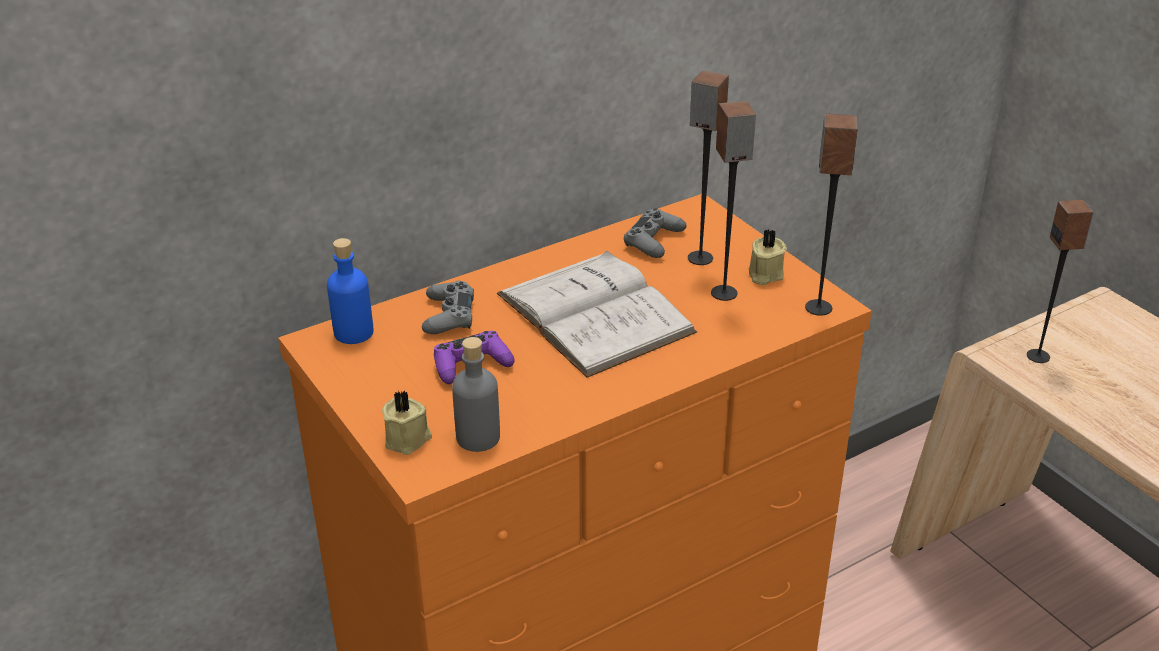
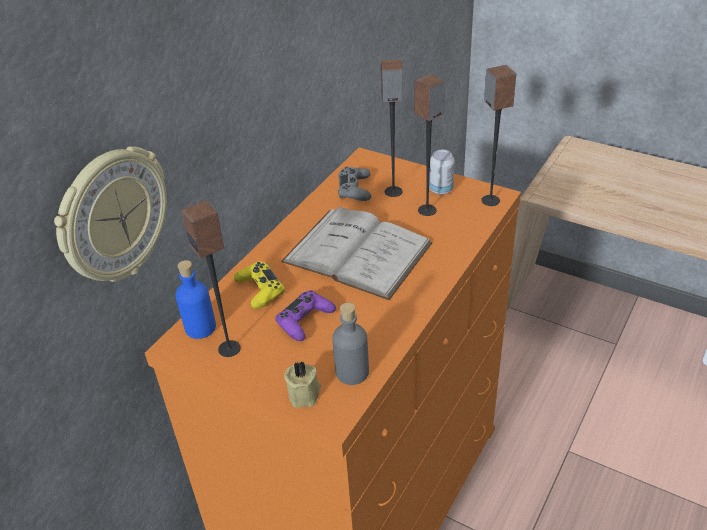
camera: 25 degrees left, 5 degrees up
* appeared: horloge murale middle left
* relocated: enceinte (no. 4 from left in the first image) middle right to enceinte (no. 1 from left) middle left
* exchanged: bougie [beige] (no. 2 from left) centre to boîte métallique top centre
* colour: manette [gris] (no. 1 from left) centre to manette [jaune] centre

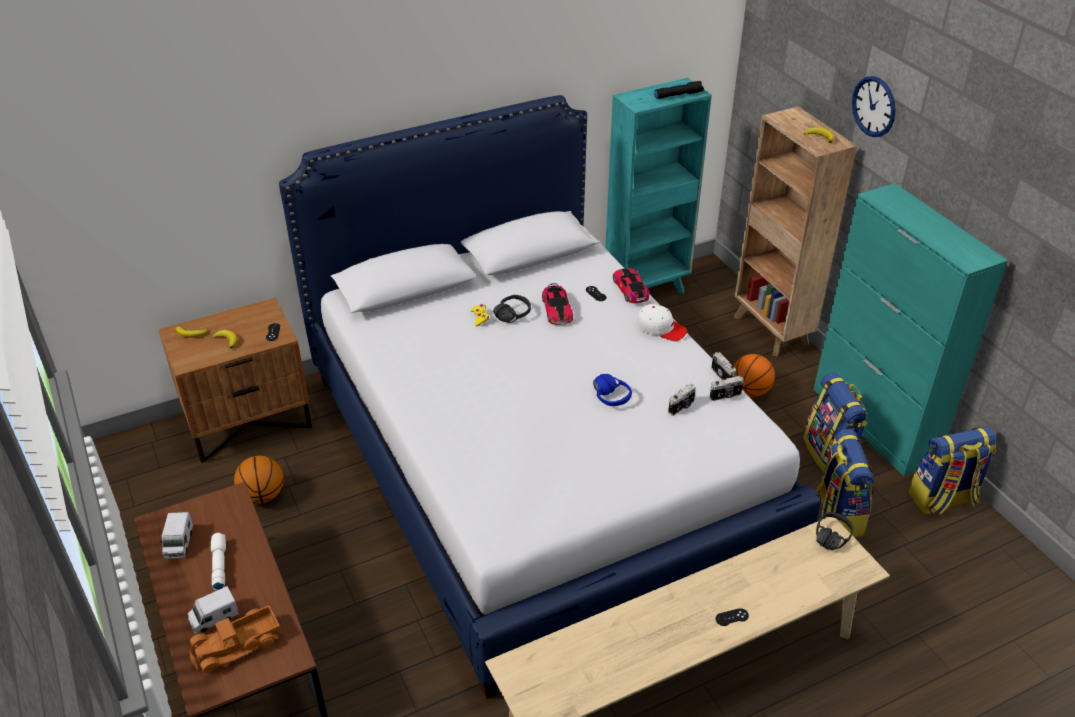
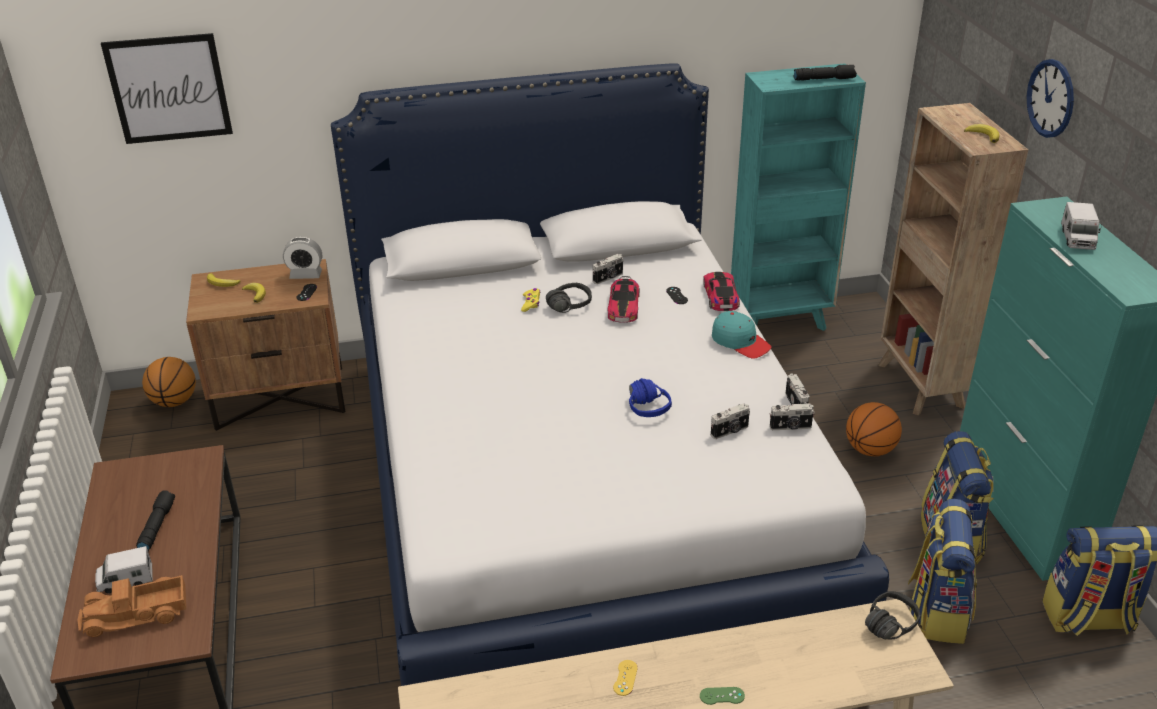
camera: 15 degrees right, 5 degrees down
* appeared: tableau top left
* appeared: réveil middle left
* appeared: appareil photo (no. 1 from left) centre
* appeared: manette [jaune] (no. 2 from left) bottom centre
* relocated: camion jouet (no. 1 from left in the first image) bottom left to camion jouet (no. 3 from left) top right
* relocated: ballon de basket (no. 1 from left) bottom left to middle left
* colour: lampe de poche [blanc] bottom left to lampe de poche [noir] (no. 1 from left) bottom left
* colour: casquette [blanc] centre to casquette [turquoise] centre
* colour: manette [noir] (no. 3 from left) bottom right to manette [vert] bottom centre

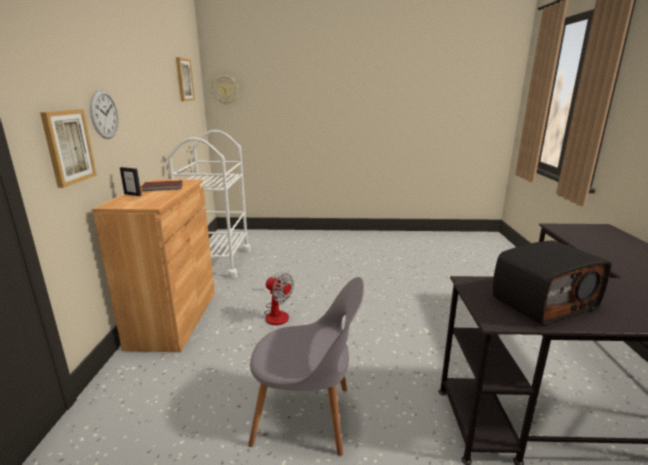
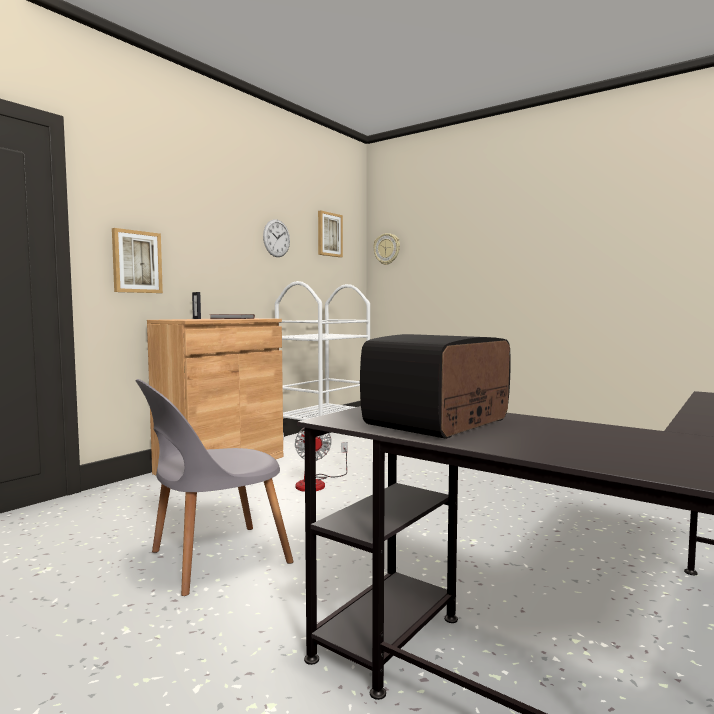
camera: 35 degrees right, 15 degrees down
* relocated: horloge murale (no. 1 from left) top left to centre
* spun: chaise [gris] bottom centre = bottom left 105 degrees clockwise
* spun: radio middle right = centre 120 degrees clockwise

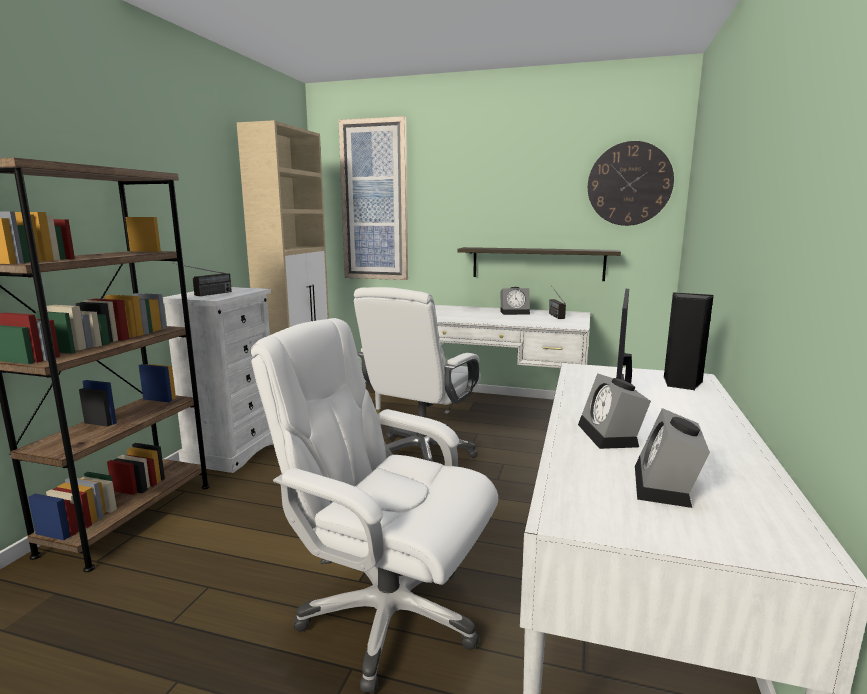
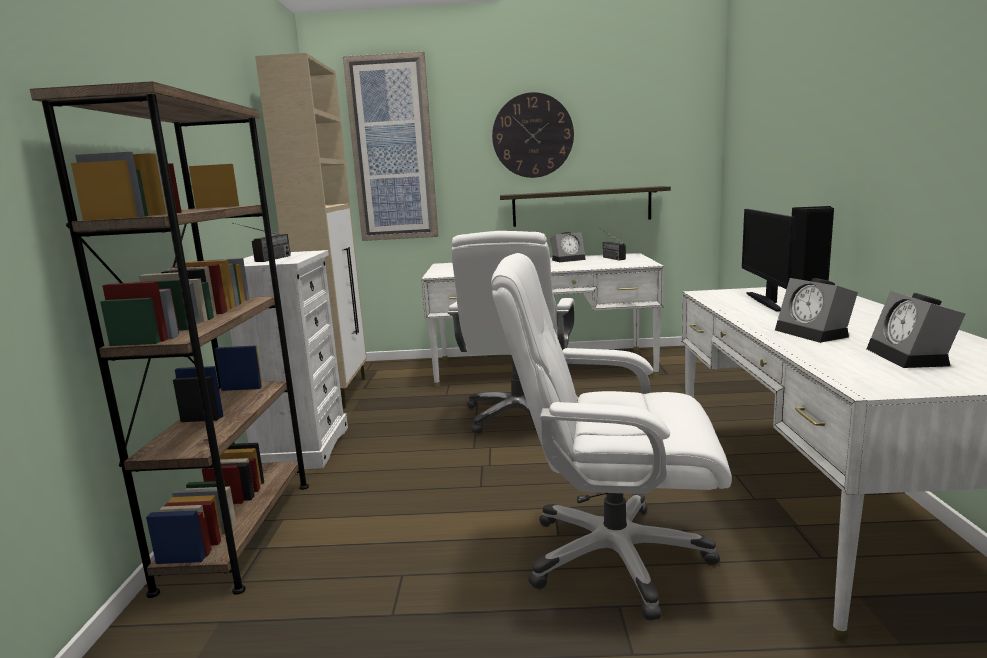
camera: 15 degrees left, 0 degrees up
* relocated: horloge murale top right to top centre

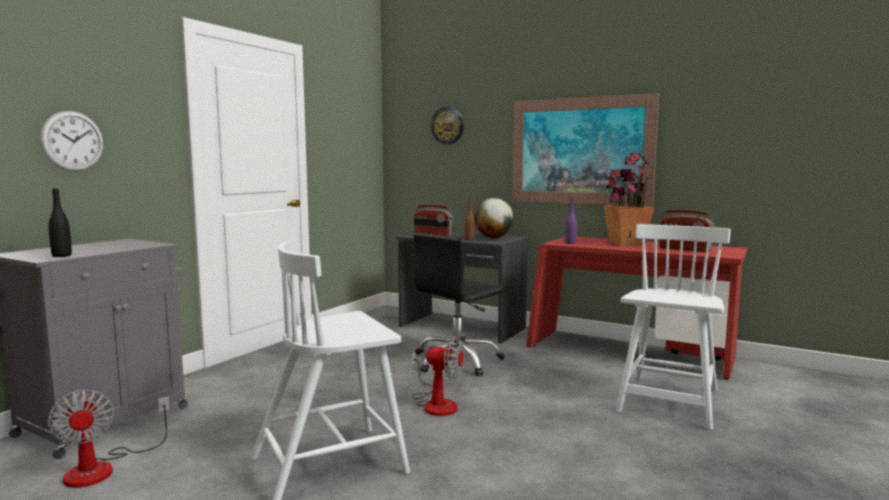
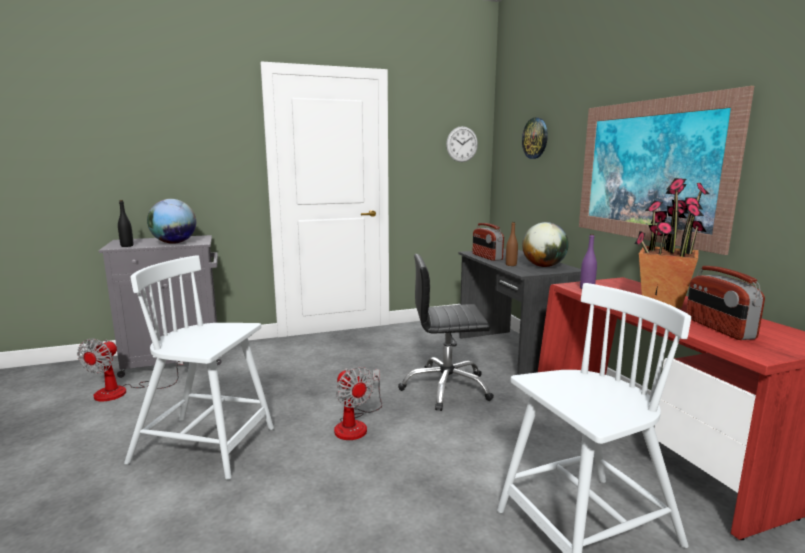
camera: 40 degrees right, 5 degrees up
* appeared: globe (no. 1 from left) middle left
* relocated: horloge murale (no. 1 from left) top left to top centre

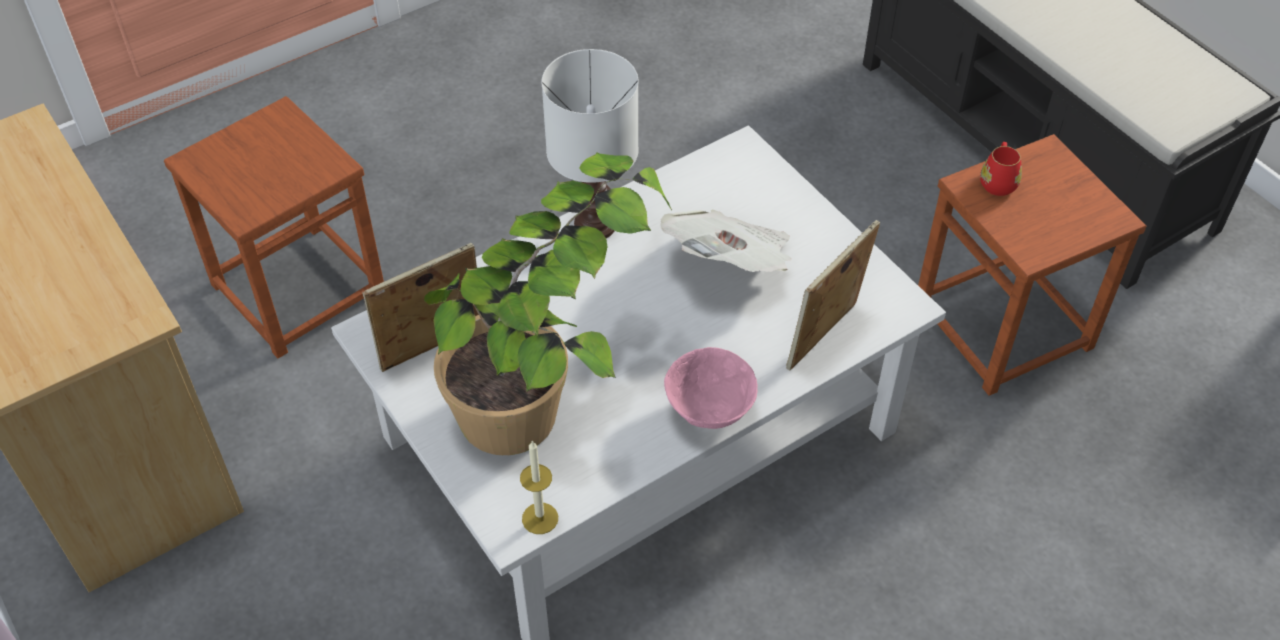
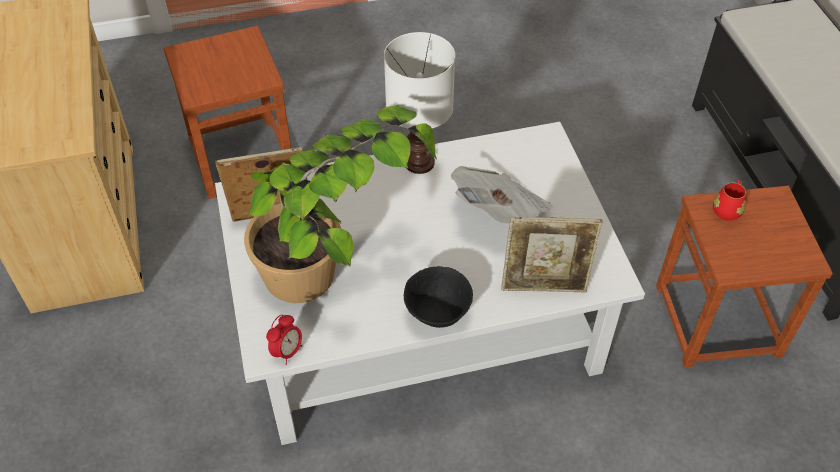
camera: 20 degrees right, 0 degrees up
* exchanged: bougie bottom centre to réveil bottom centre
* colour: bol [rose] centre to bol [noir] centre
* spun: cadre photo (no. 2 from left) centre = centre 150 degrees counterclockwise

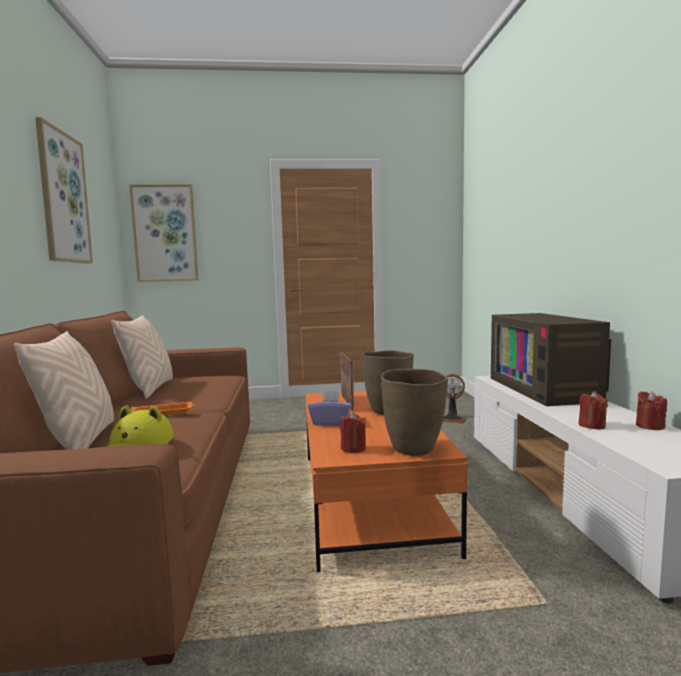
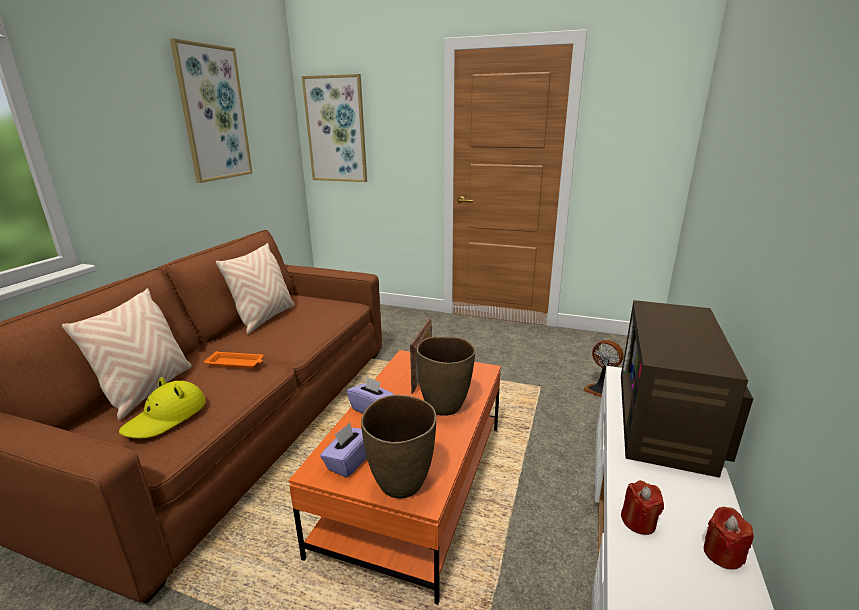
camera: 25 degrees right, 15 degrees up
* exchanged: bougie [rouge] (no. 1 from left) centre to boîte à mouchoirs [violet] (no. 1 from left) bottom centre

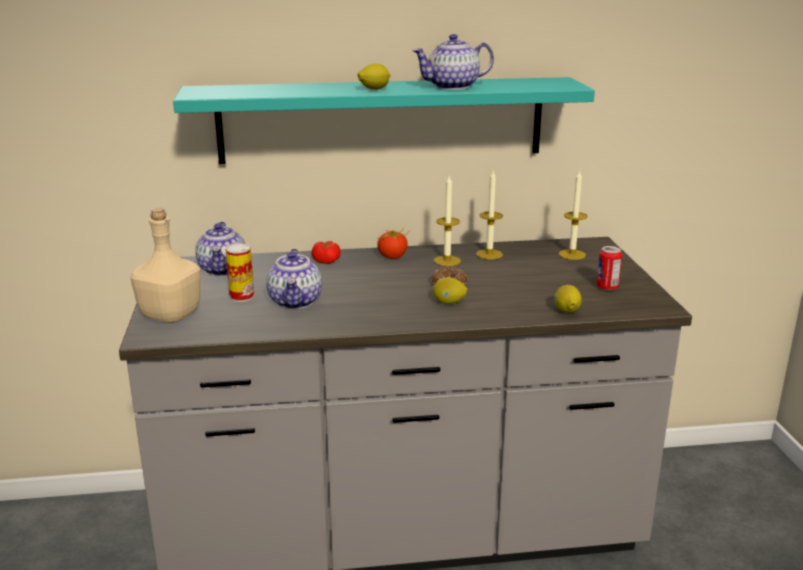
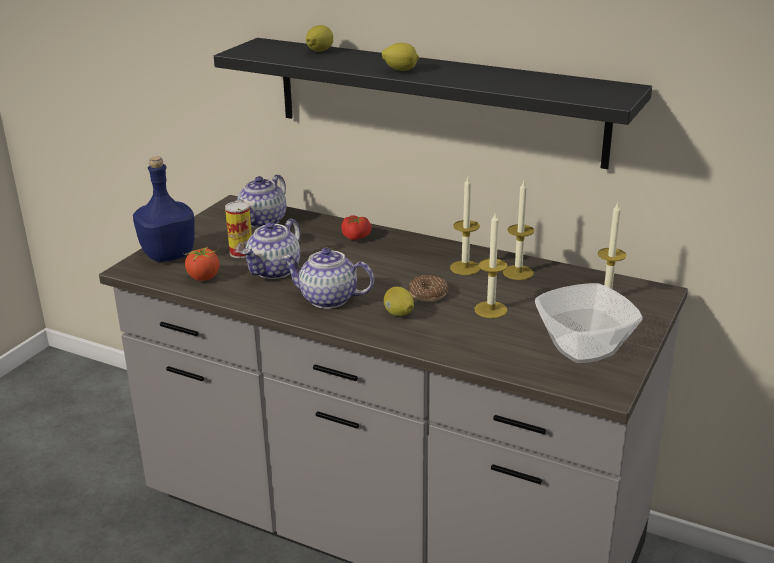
camera: 35 degrees right, 5 degrees up
* appeared: bougie (no. 2 from left) centre
* relocated: tomate (no. 2 from left in the first image) centre to tomate (no. 1 from left) middle left
* relocated: théière (no. 3 from left) top centre to centre
* relocated: citron (no. 3 from left in the first image) middle right to citron (no. 1 from left) top centre
* exchanged: boîte métallique (no. 2 from left) middle right to bol middle right
* colour: bouteille [beige] middle left to bouteille [bleu] middle left
* colour: étagère [turquoise] top centre to étagère [noir] top centre

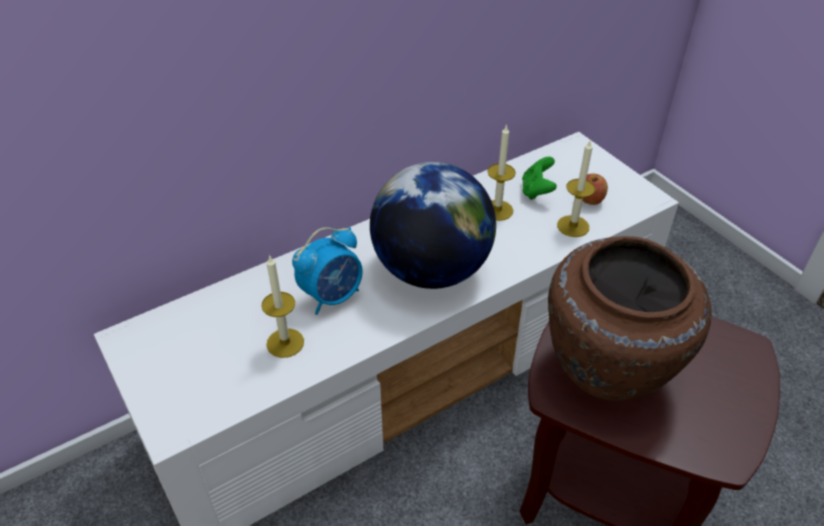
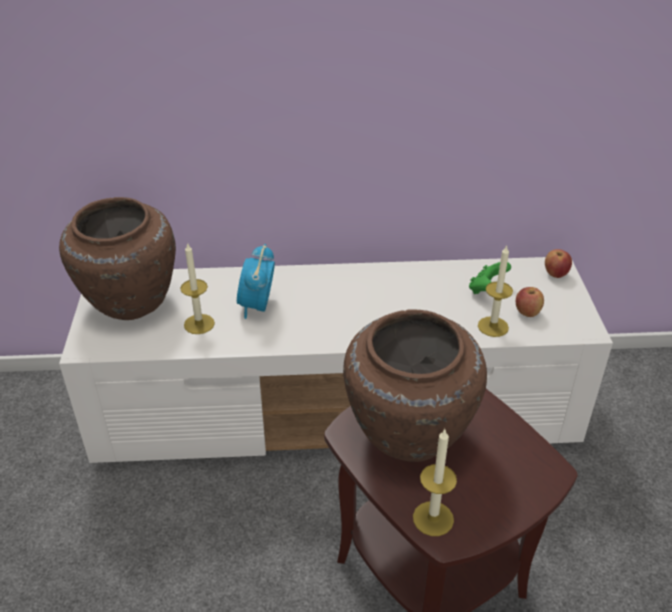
camera: 30 degrees right, 5 degrees down
* missing: globe centre
* appeared: vase [marron] (no. 1 from left) middle left
* appeared: pomme (no. 2 from left) middle right
* relocated: bougie (no. 2 from left) top centre to bottom centre
* spun: réveil centre = centre 105 degrees clockwise

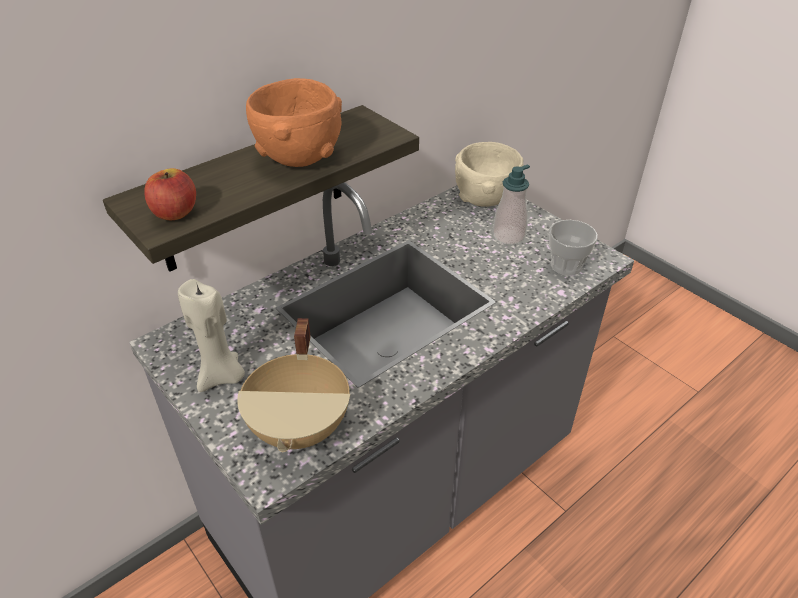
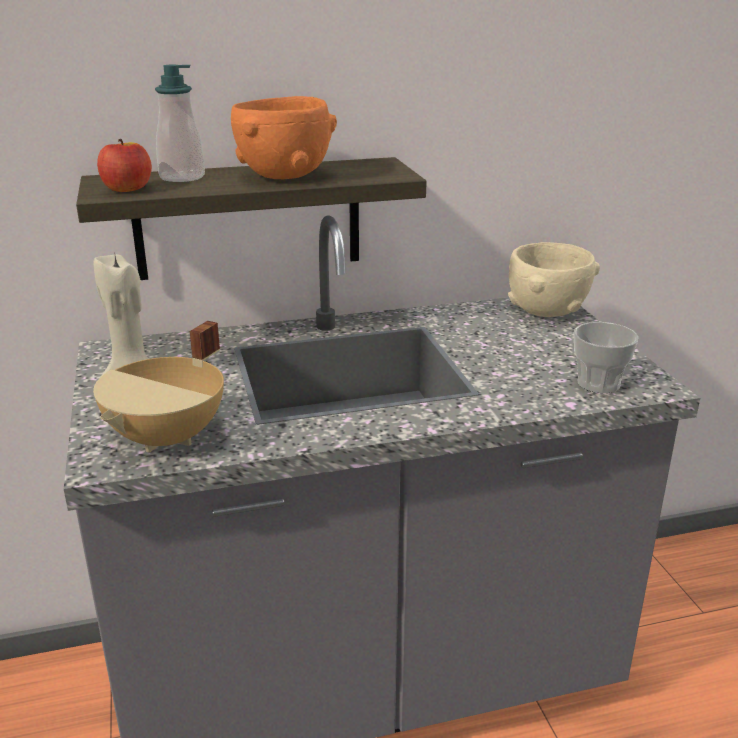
camera: 25 degrees right, 15 degrees down
* relocated: distributeur de savon centre to top left

